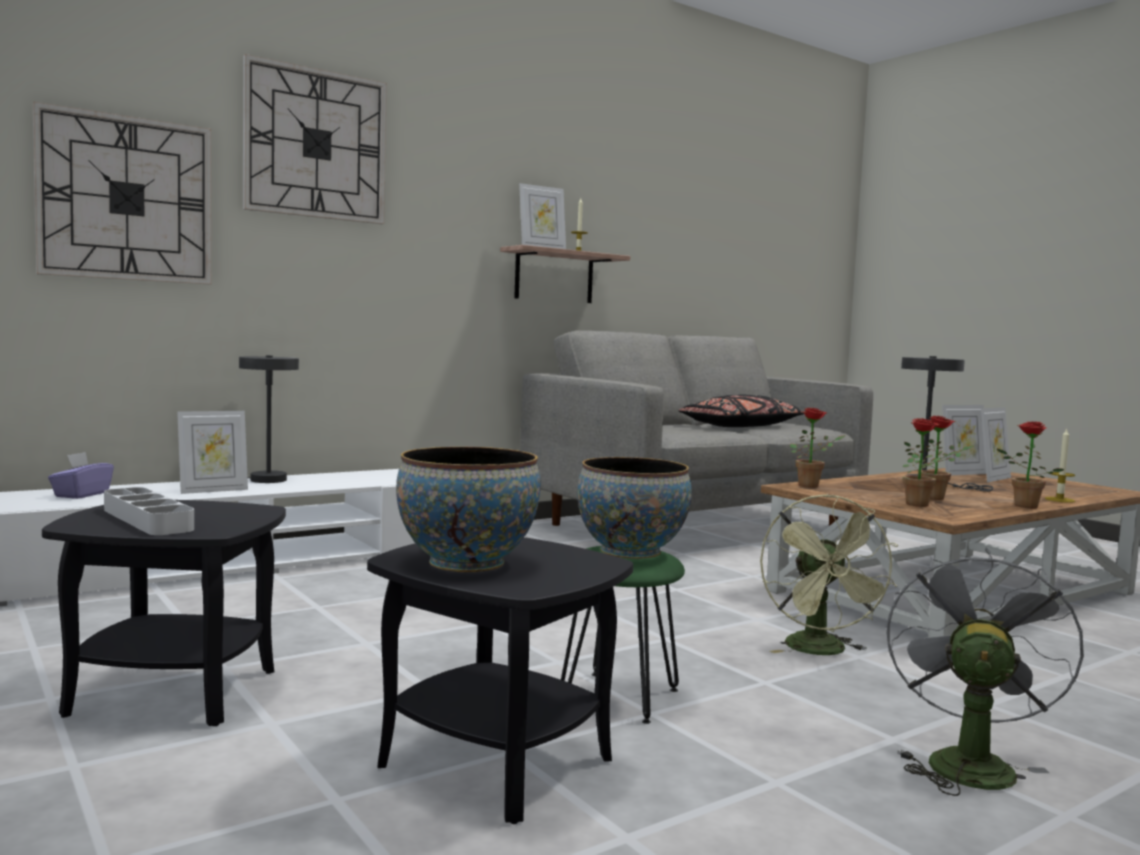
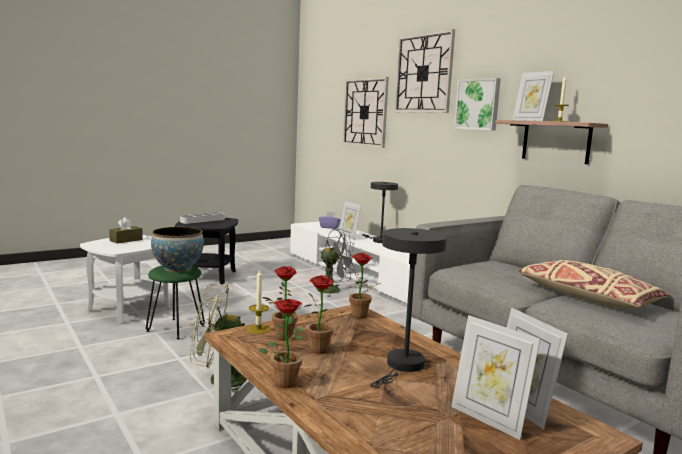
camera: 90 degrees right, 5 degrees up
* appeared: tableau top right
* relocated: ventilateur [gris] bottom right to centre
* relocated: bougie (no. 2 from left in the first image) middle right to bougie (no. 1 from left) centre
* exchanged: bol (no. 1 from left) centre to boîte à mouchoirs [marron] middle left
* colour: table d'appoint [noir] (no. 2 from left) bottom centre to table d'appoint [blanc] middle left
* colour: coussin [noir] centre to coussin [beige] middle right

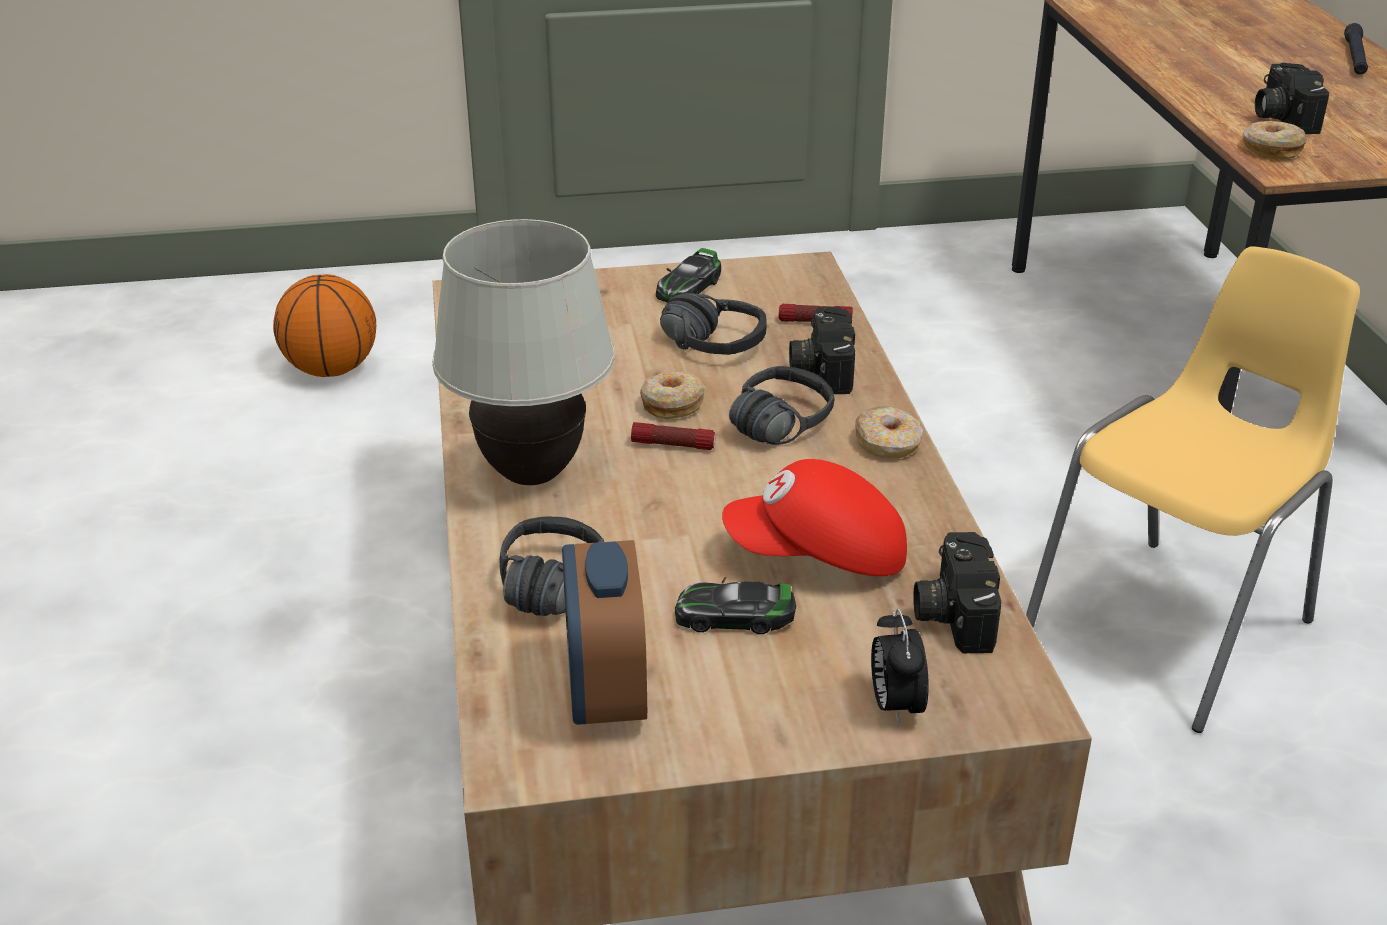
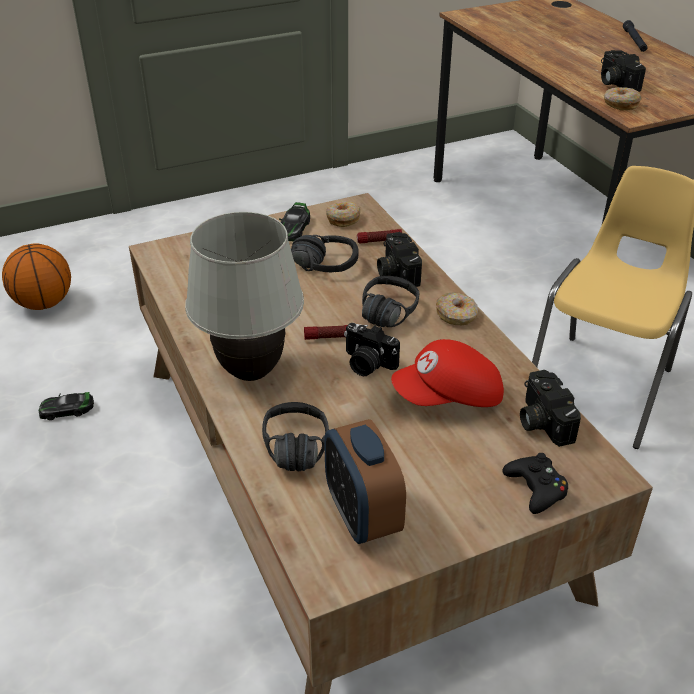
camera: 15 degrees left, 5 degrees up
* appeared: appareil photo (no. 1 from left) centre
* relocated: beignet (no. 1 from left) centre to top centre
* relocated: petite voiture (no. 2 from left in the first image) centre to petite voiture (no. 1 from left) middle left
* exchanged: réveil (no. 2 from left) bottom centre to manette [noir] bottom right

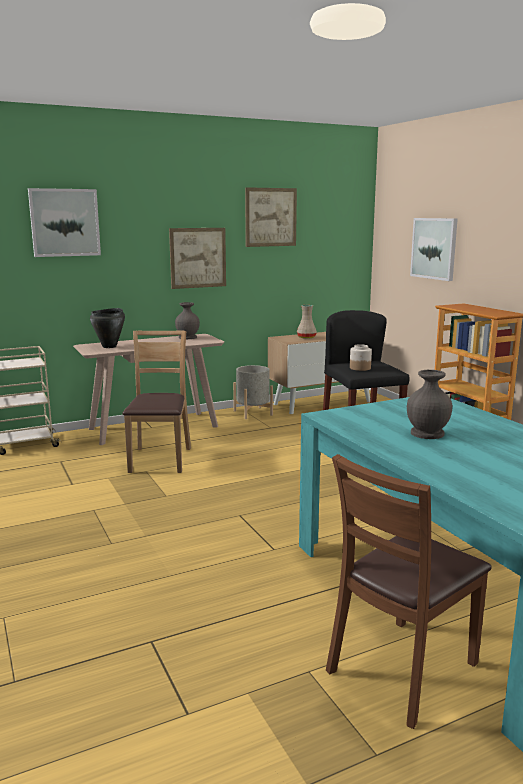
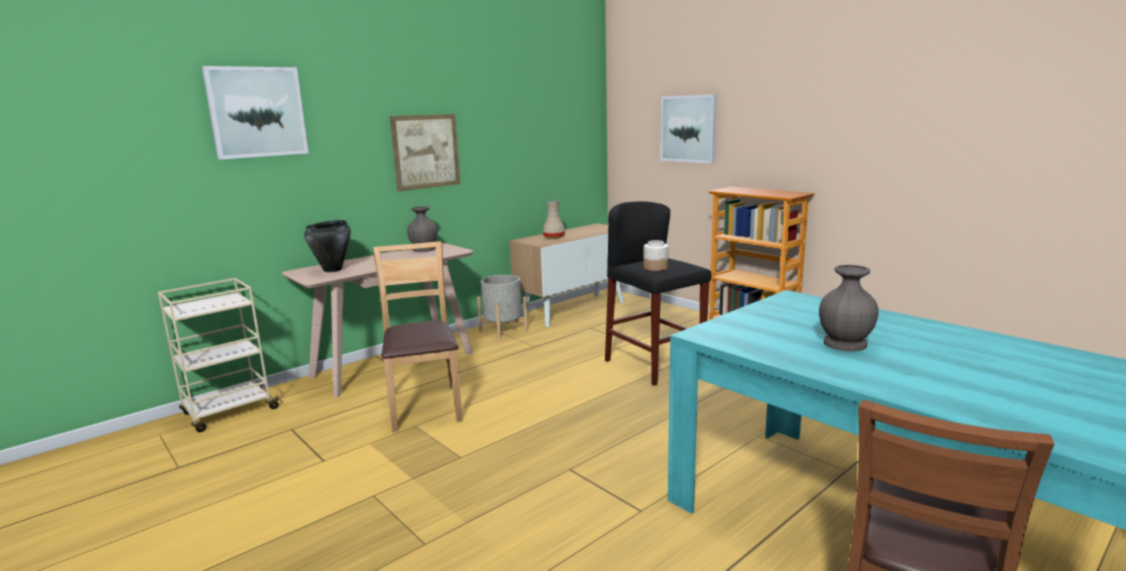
camera: 15 degrees left, 0 degrees up
* missing: tableau (no. 3 from left) top centre

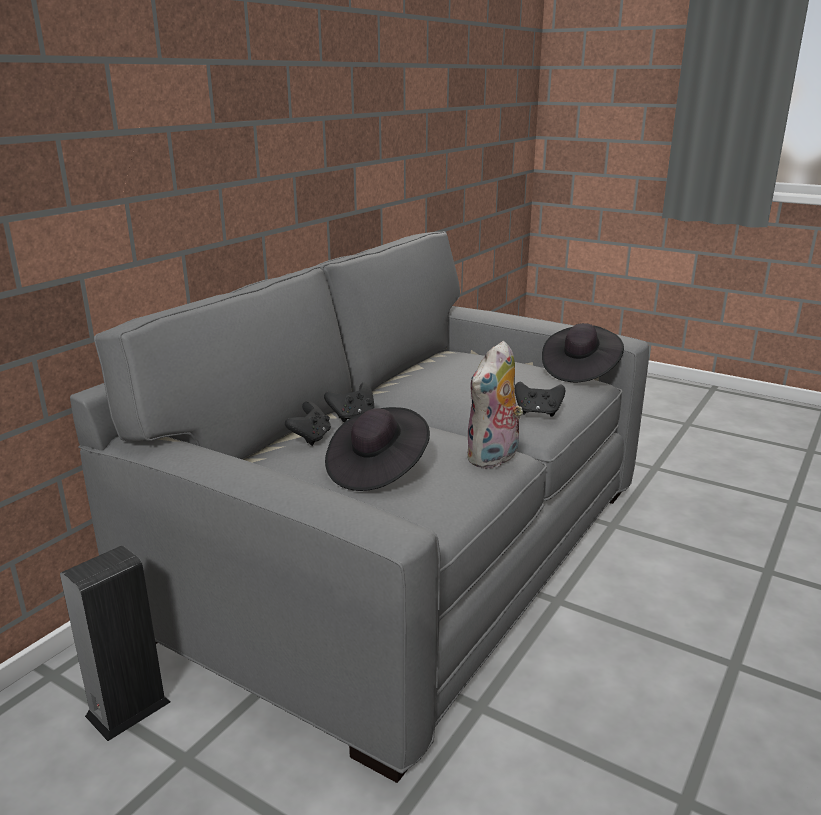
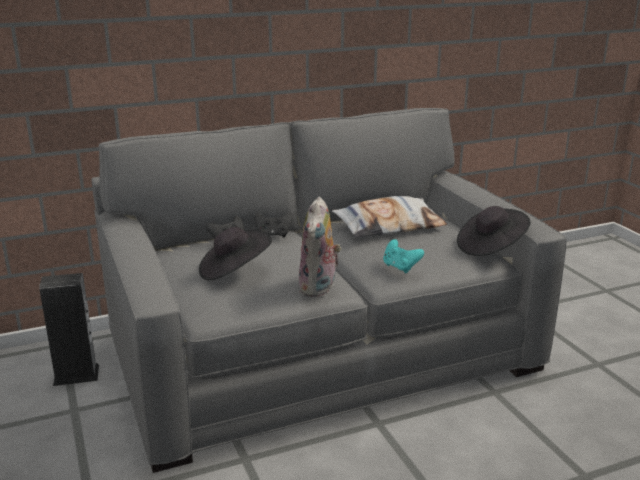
camera: 35 degrees right, 0 degrees up
* appeared: coussin centre
* colour: manette [noir] (no. 3 from left) centre to manette [turquoise] centre
* spun: peluche centre = centre 60 degrees counterclockwise

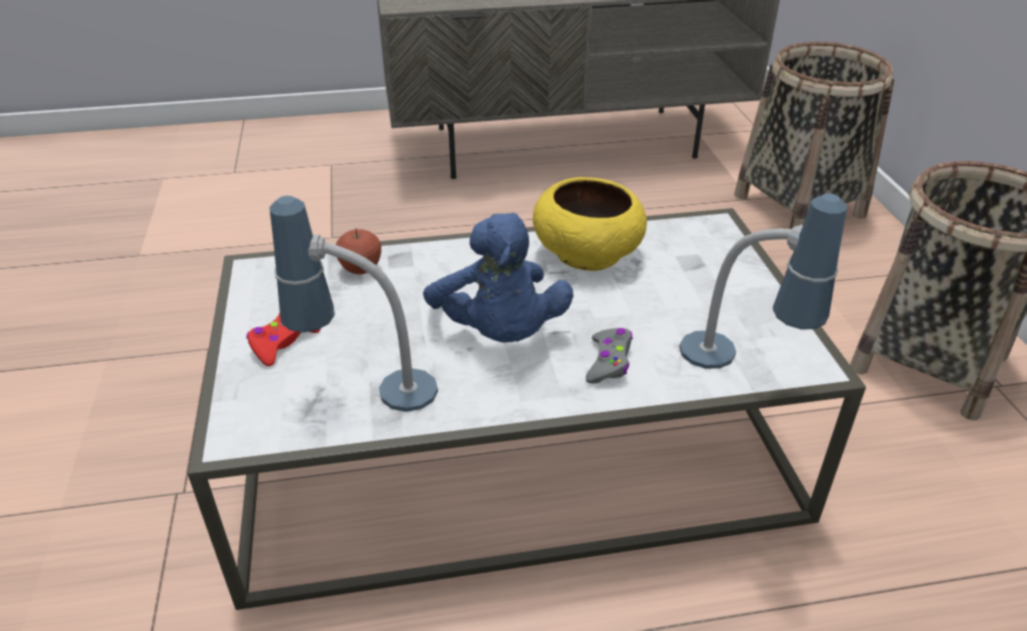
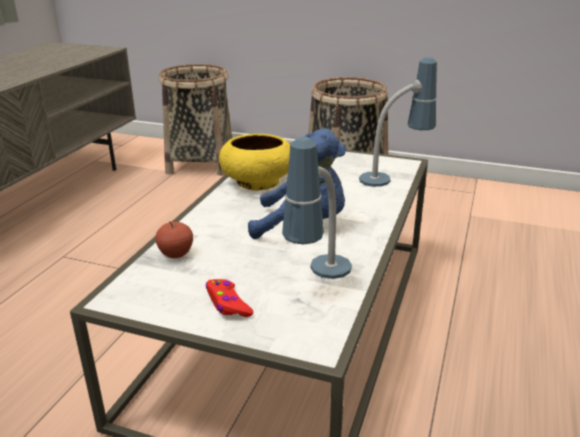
camera: 60 degrees left, 10 degrees down
* missing: manette [gris] centre

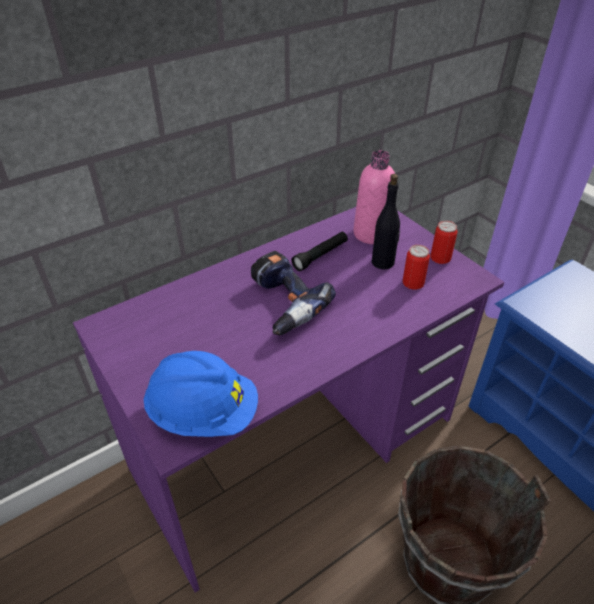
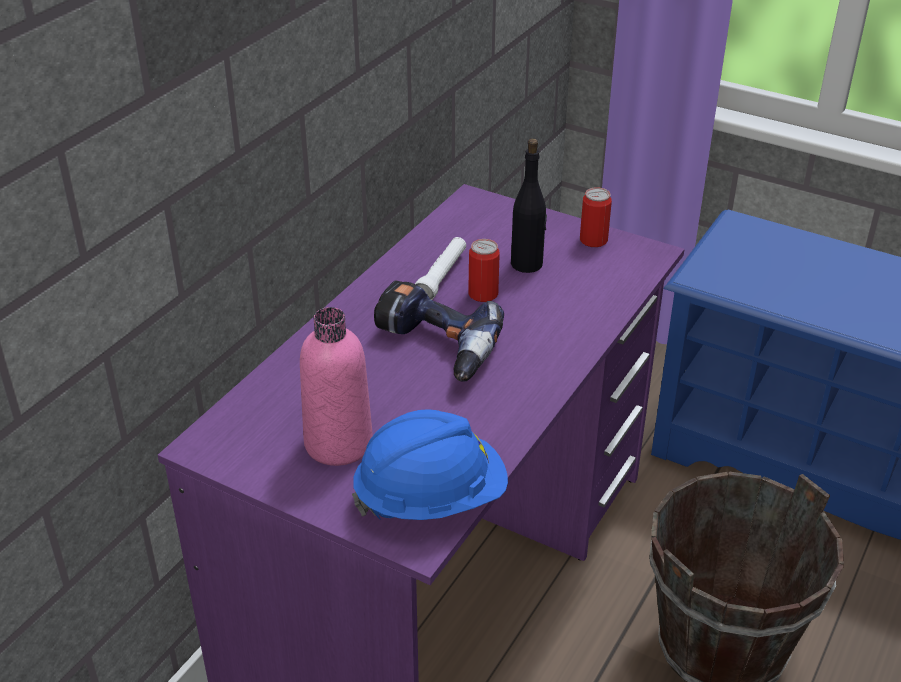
camera: 25 degrees left, 5 degrees down
* relocated: bouteille [rose] top centre to centre
* relocated: boîte métallique (no. 1 from left) middle right to centre
* colour: lampe de poche [noir] centre to lampe de poche [blanc] centre

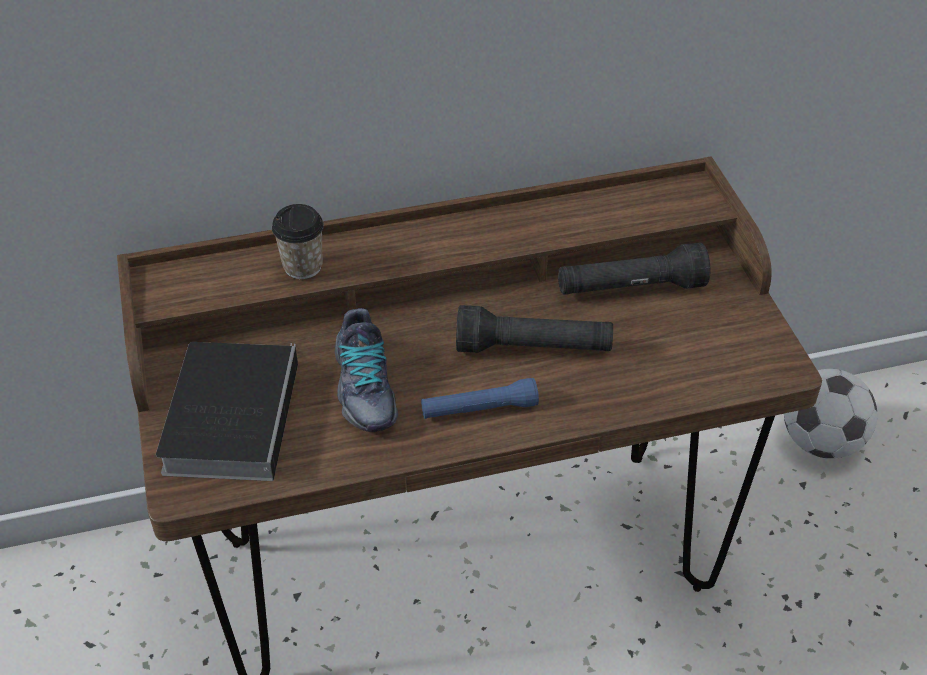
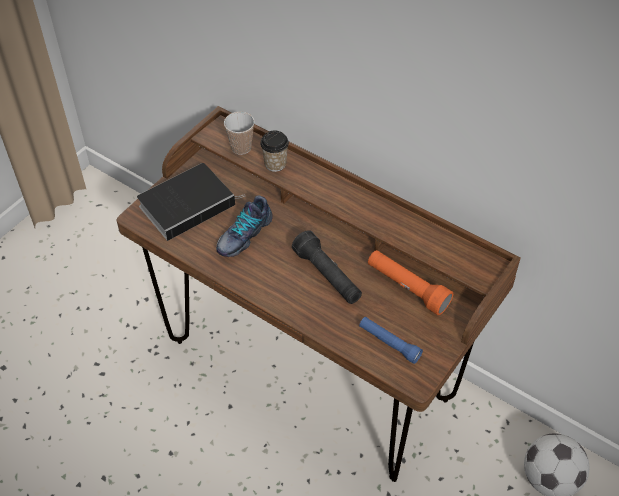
camera: 50 degrees right, 5 degrees up
* appeared: tasse (no. 1 from left) top centre
* relocated: lampe de poche [bleu] centre to bottom centre
* colour: lampe de poche [noir] (no. 2 from left) middle right to lampe de poche [orange] centre

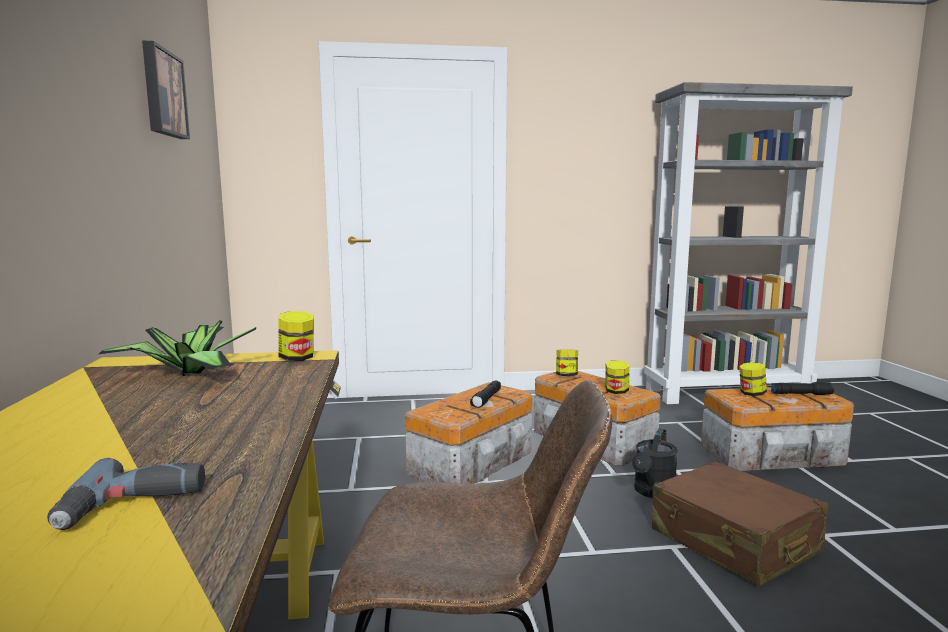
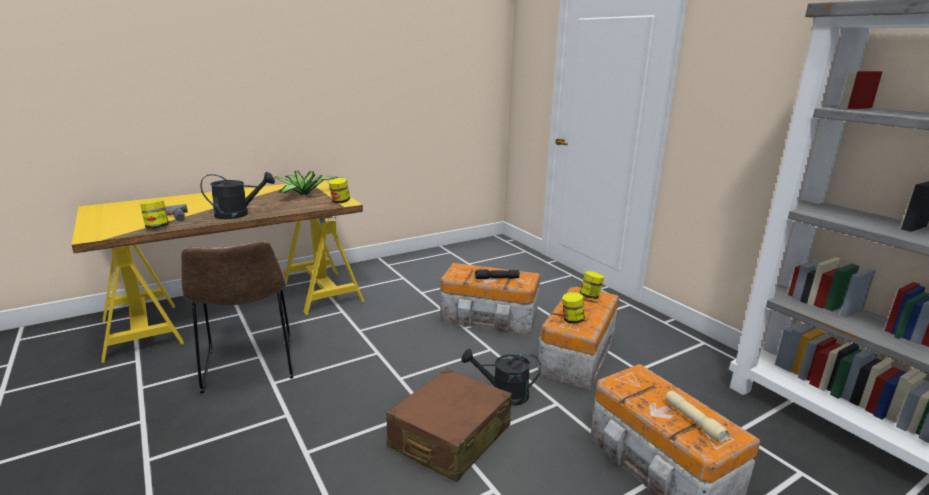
camera: 65 degrees right, 10 degrees up
* missing: tableau top left
* appeared: arrosoir [noir] (no. 1 from left) middle left
* relocated: bocal (no. 4 from left in the first image) middle right to bocal (no. 1 from left) middle left
* colour: lampe de poche [noir] (no. 2 from left) middle right to lampe de poche [beige] bottom right

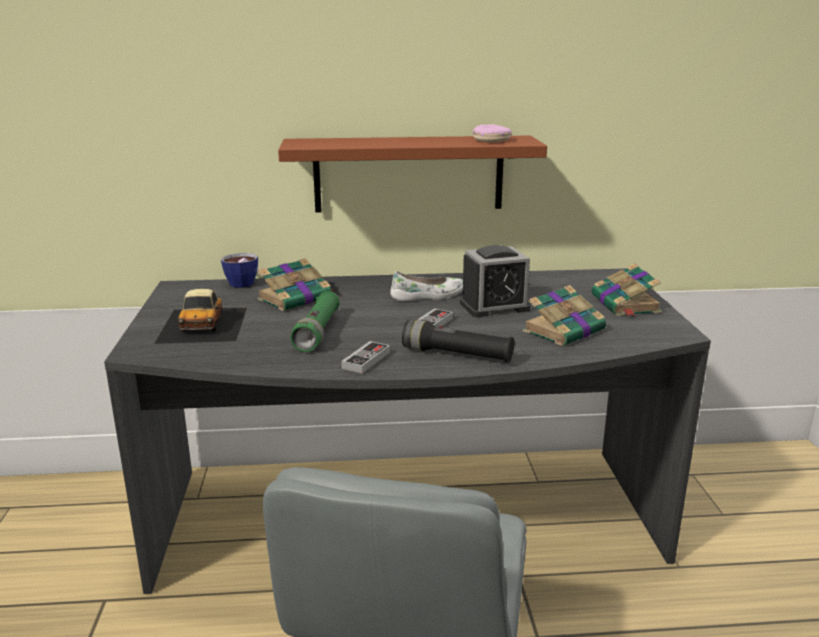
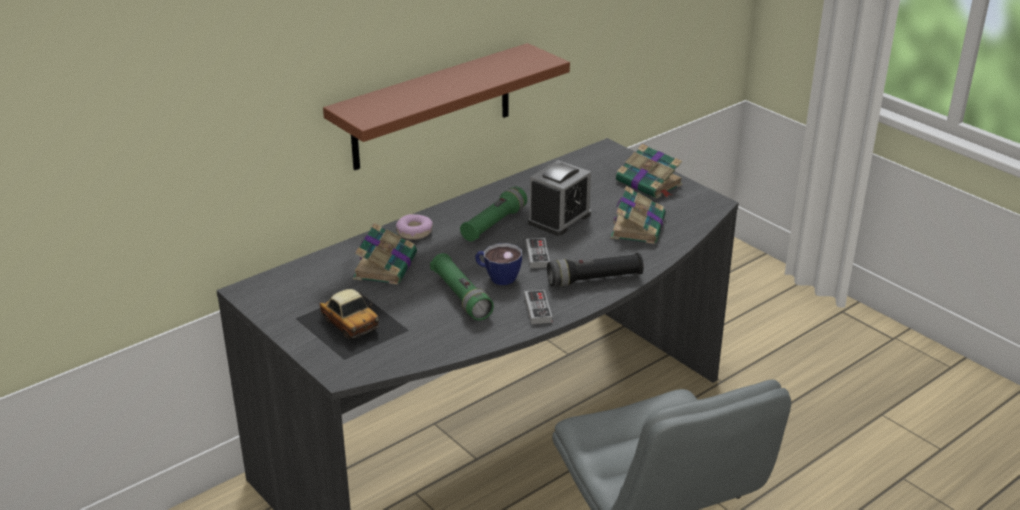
camera: 35 degrees left, 10 degrees up
* relocated: tasse middle left to centre
* relocated: beignet top centre to centre
* exchanged: chaussure [blanc] centre to lampe de poche [vert] (no. 2 from left) centre

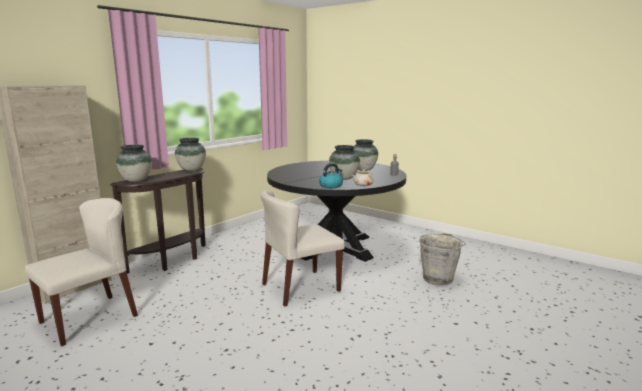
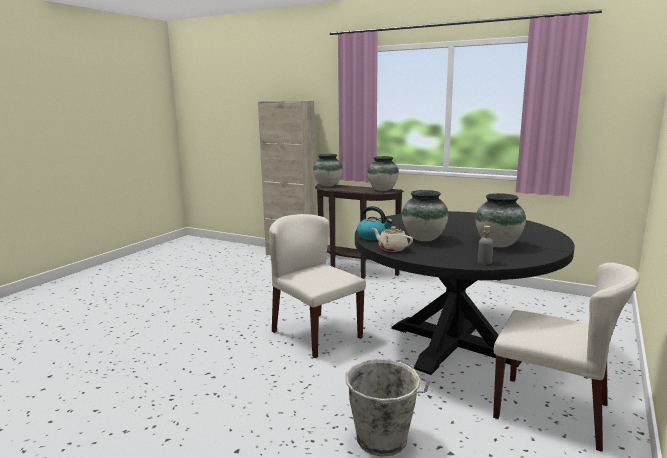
camera: 80 degrees right, 0 degrees up
* relocated: chaise [beige] (no. 1 from left in the first image) bottom left to chaise [beige] (no. 2 from left) bottom right

